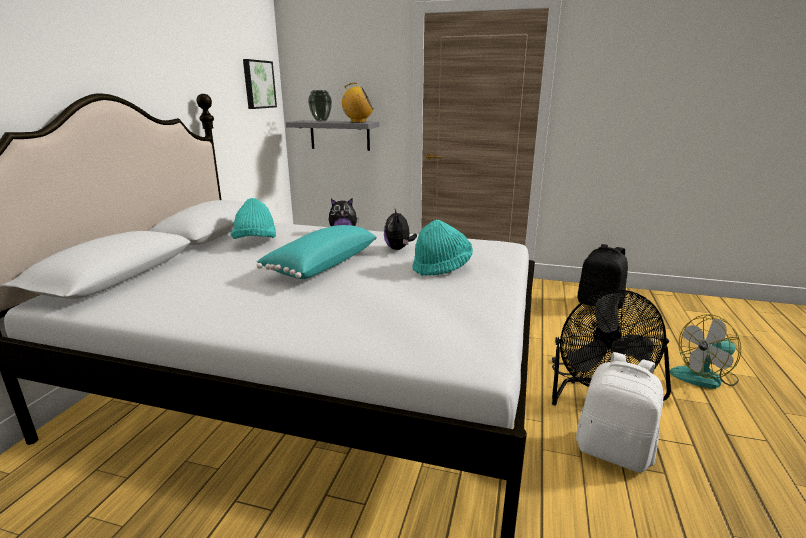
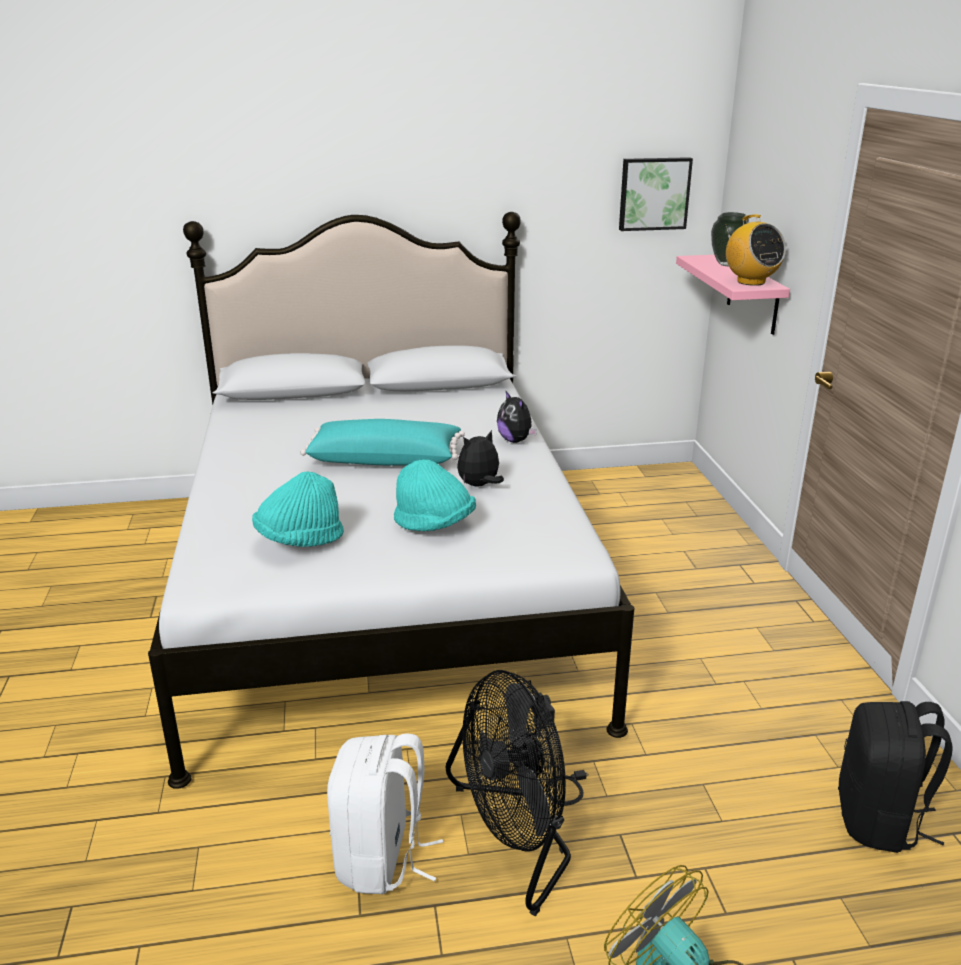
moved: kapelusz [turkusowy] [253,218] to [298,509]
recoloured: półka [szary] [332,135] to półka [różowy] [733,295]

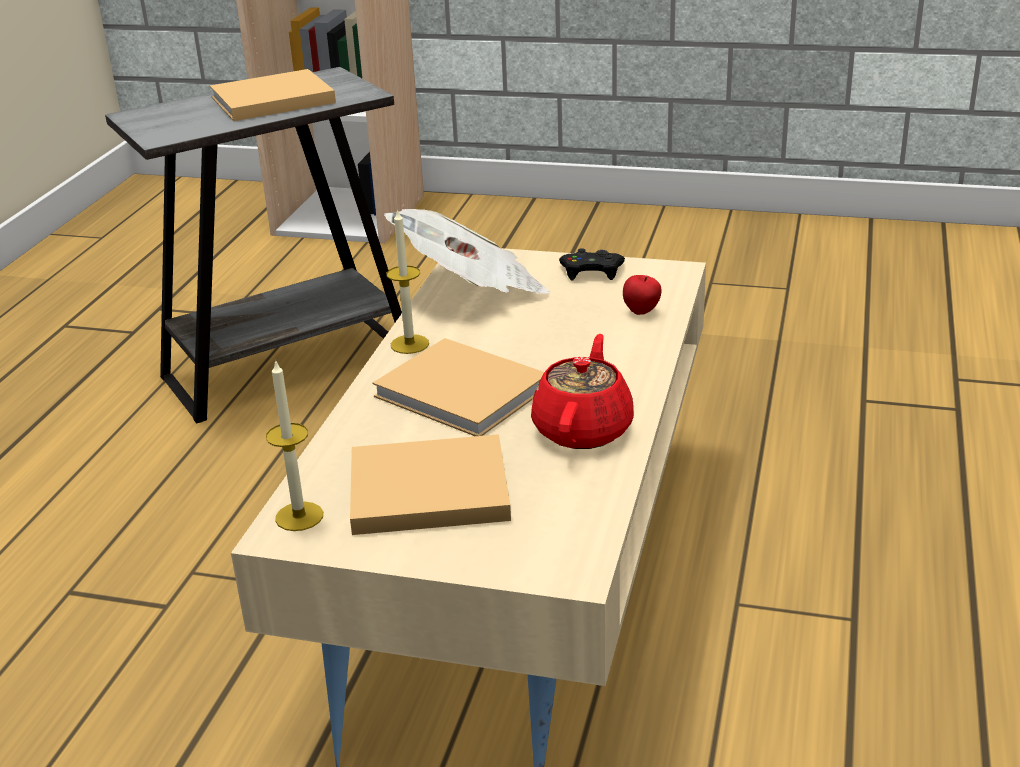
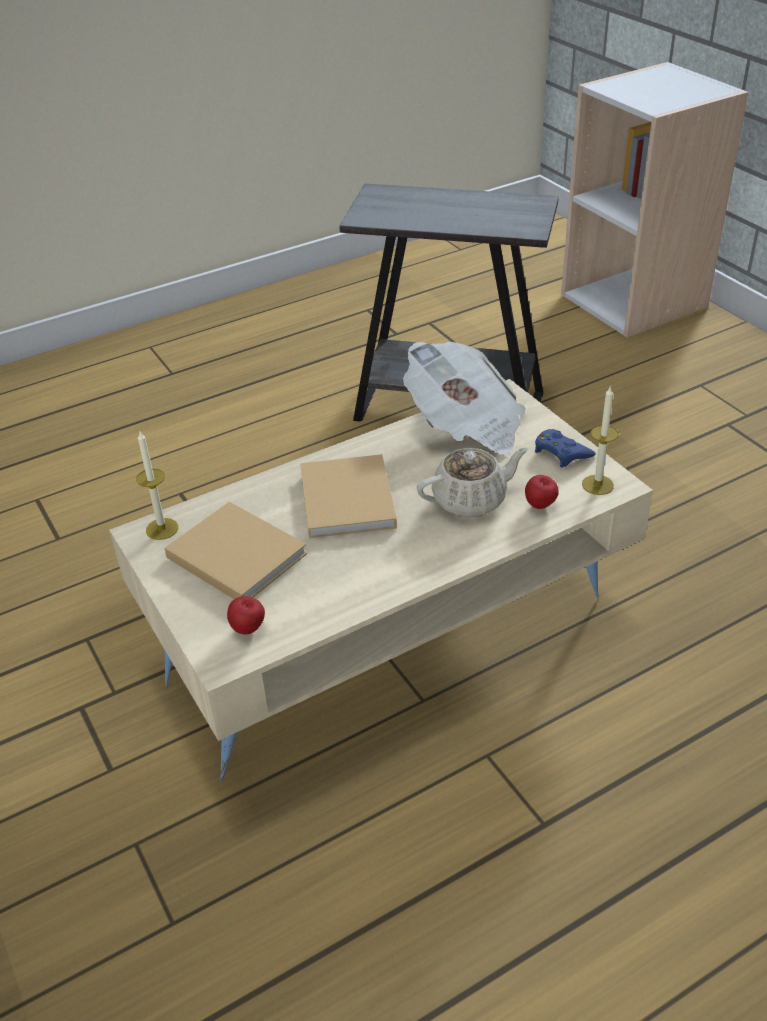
removed: książka [beżowy] [273,95]; imbryk [czerwony] [582,391]
added: imbryk [beżowy] [472,482]; jabłko [246,615]
moved: świeca [407,281] to [600,441]
recoloured: pad do gier [czarny] [592,264] to pad do gier [niebieski] [565,448]

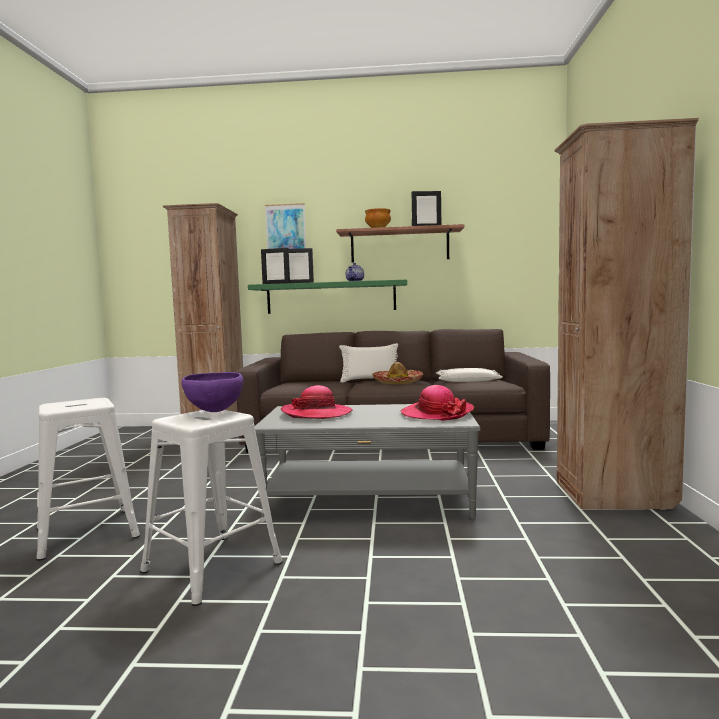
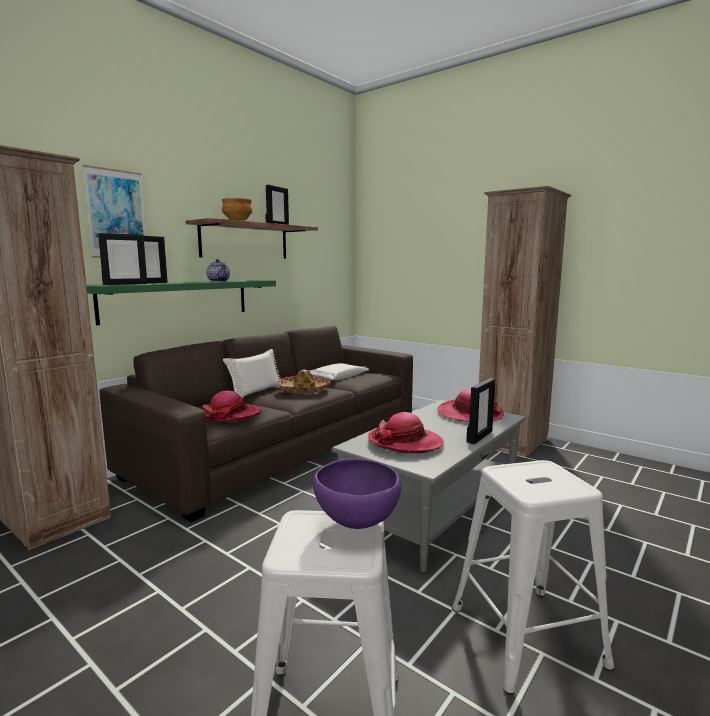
added: ramka na zdjęcie [480,411]; kapelusz [232,406]
moved: miska [fioletowy] [212,392] to [357,493]

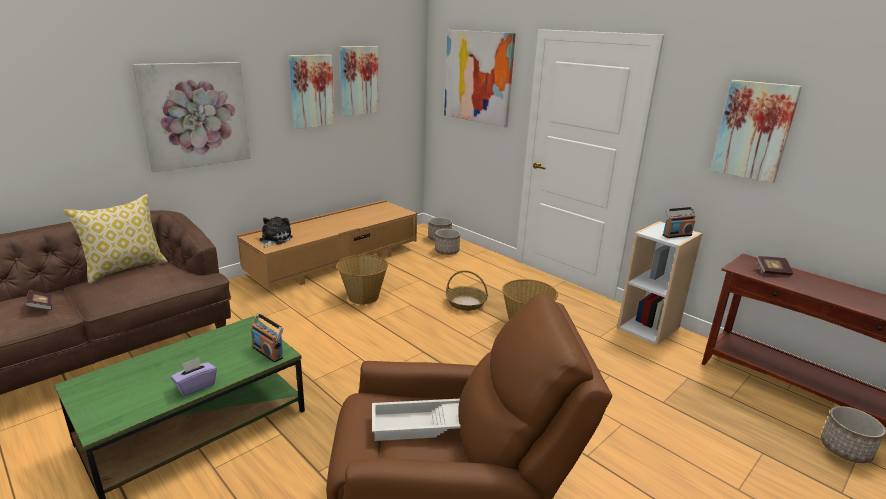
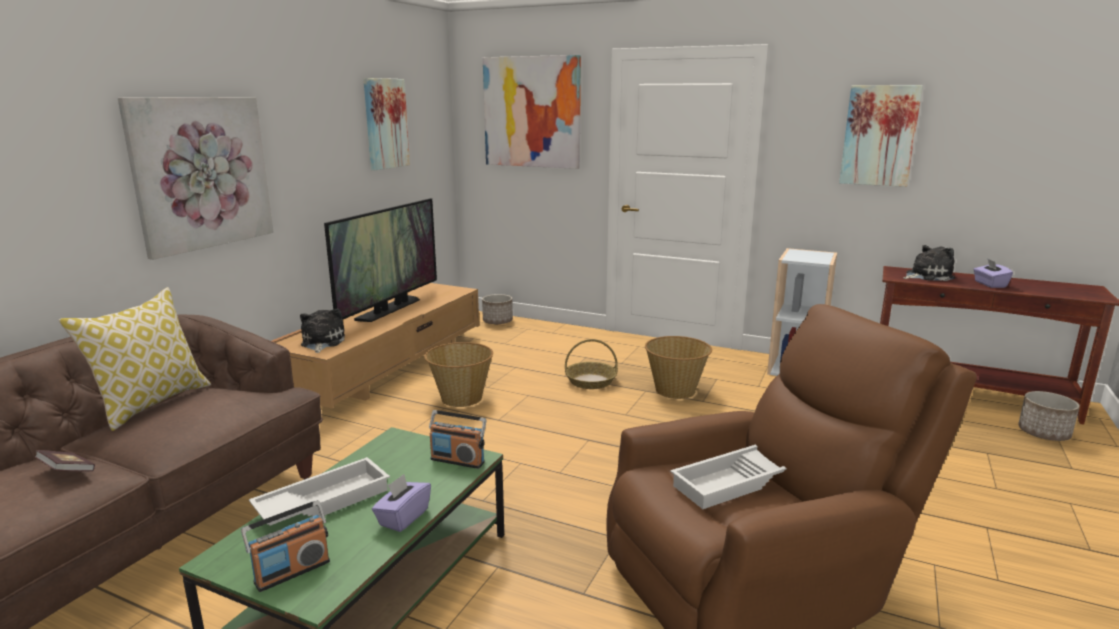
removed: obraz [312,92]; donica [447,242]
added: telewizor [380,260]; pudełko chusteczek [fioletowy] [993,273]; taca [biały] [319,491]
moved: radio [678,222] to [285,546]
replaced: książka [774,266] to pluszak [929,263]

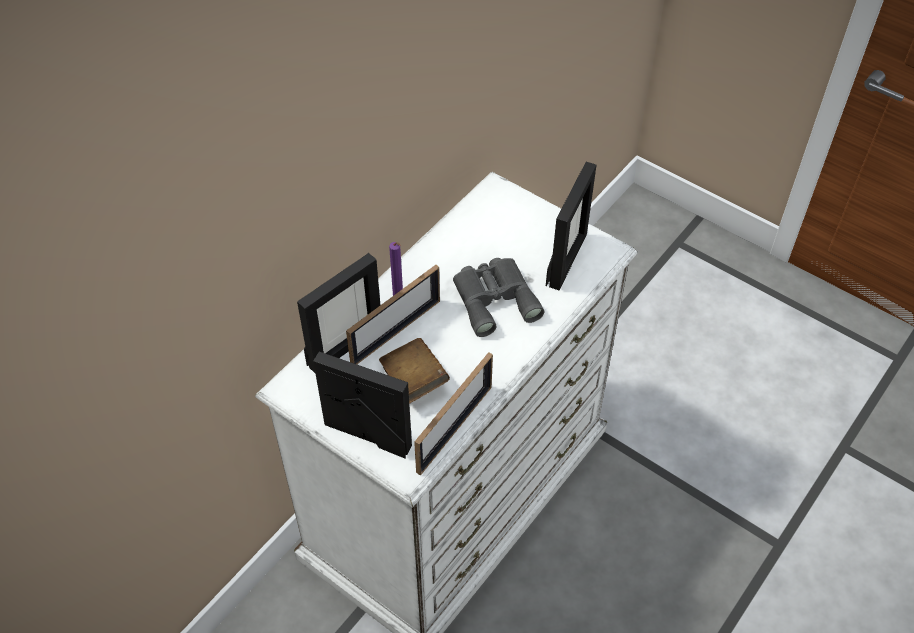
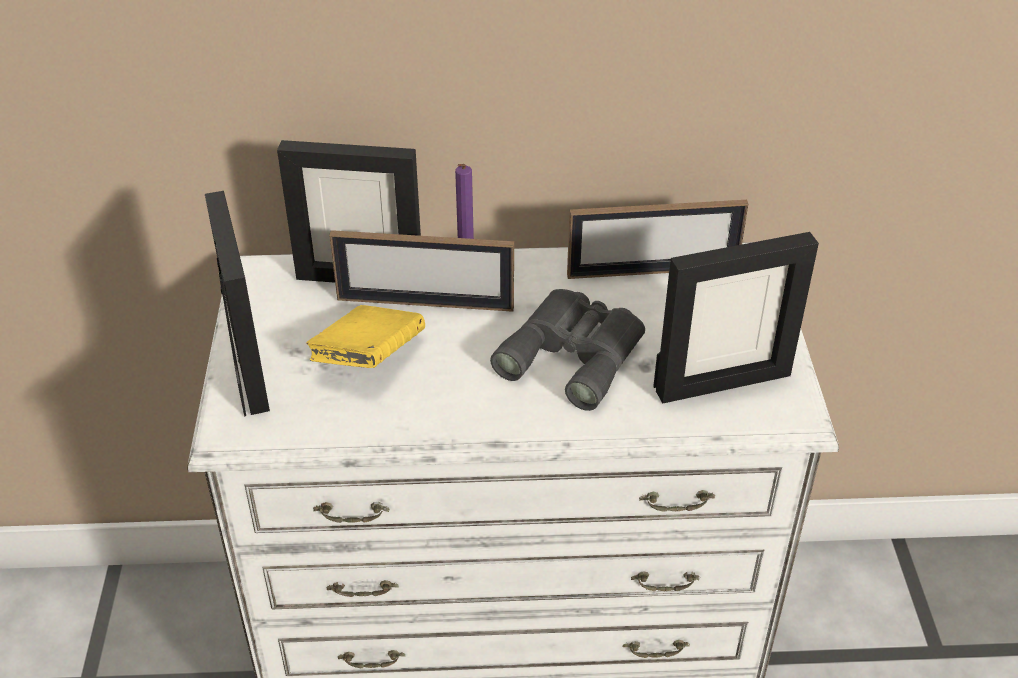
moved: ramka na zdjęcie [453,413] to [657,239]
recoloured: książka [brązowy] [414,371] to książka [żółty] [365,336]

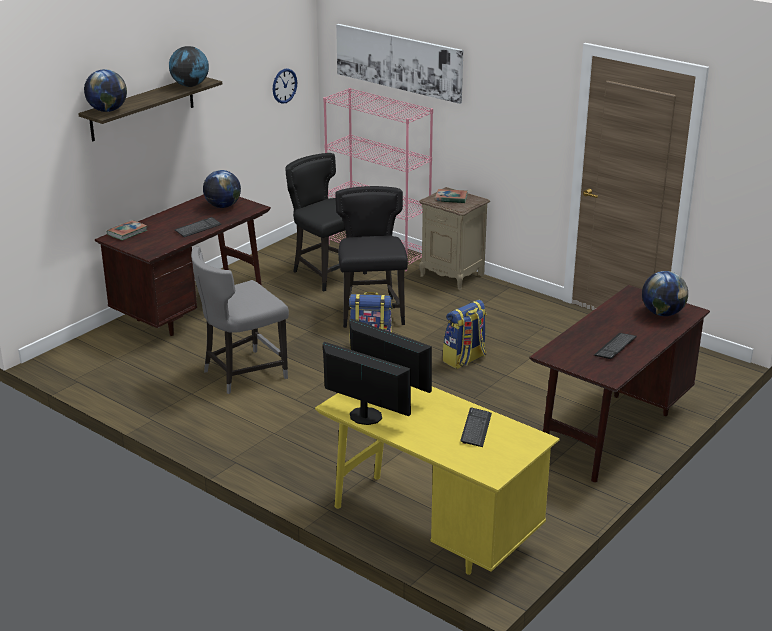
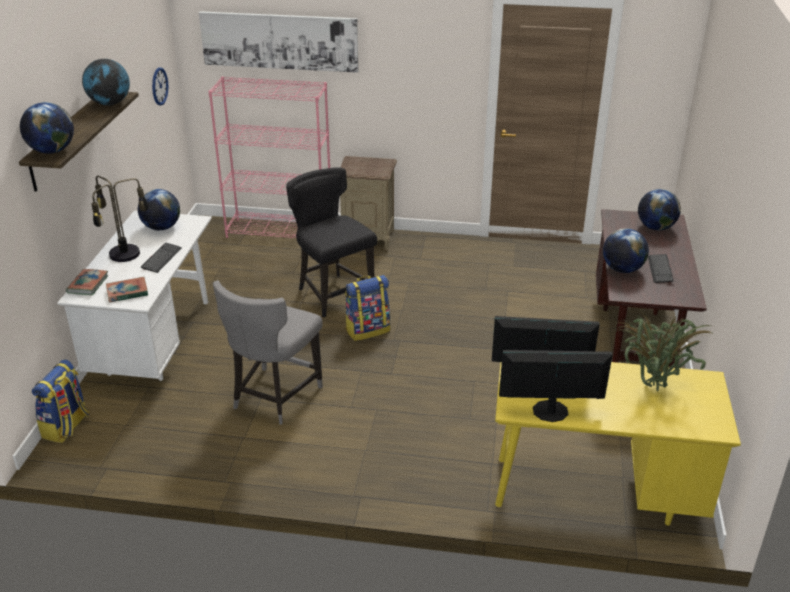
removed: krzesło [czarny] [326,222]
added: lampa stołowa [120,219]; globus [626,250]
moved: książka [451,196] to [127,290]; plecak [465,334] to [60,401]
replaced: klawiatura [476,427] to roślina doniczkowa [664,352]
recoloured: biurko [brązowy] [183,265] to biurko [biały] [134,296]

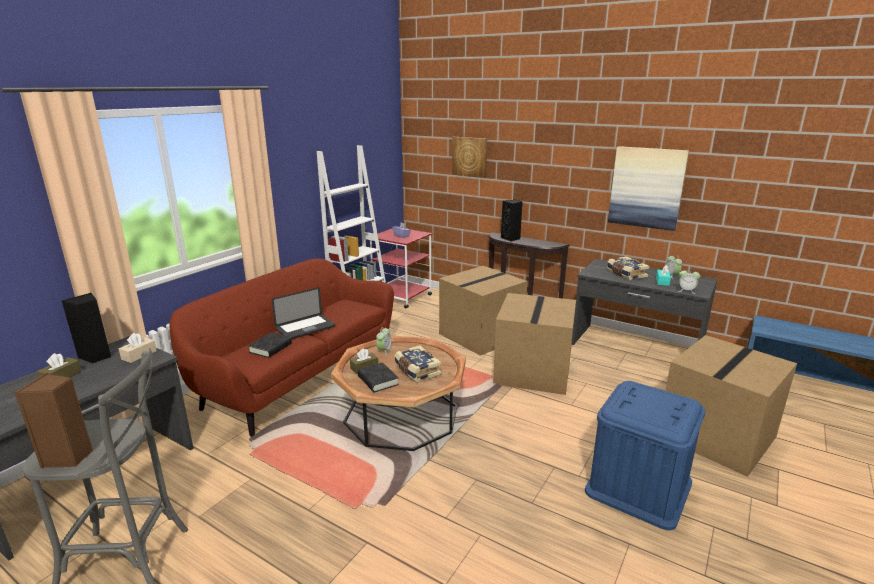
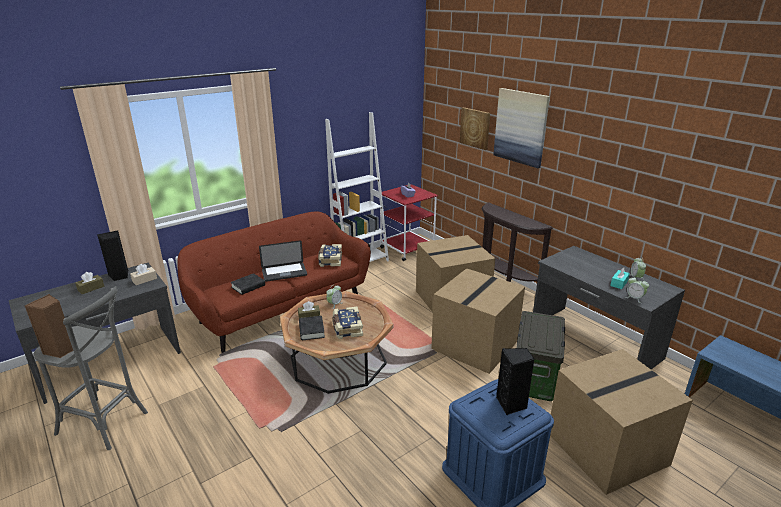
added: pojemnik do przechowywania [540,356]
moved: obraz [648,188] to [521,128]; głośnik [czarny] [512,221] to [515,381]; książka [628,268] to [330,255]

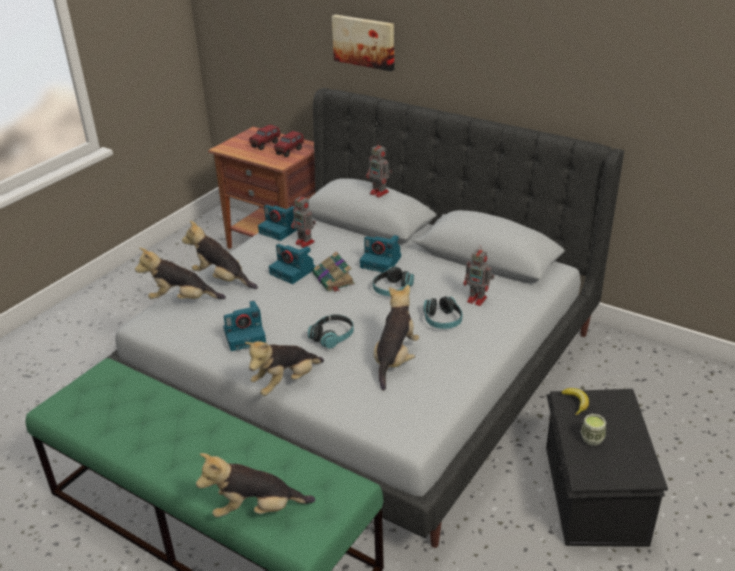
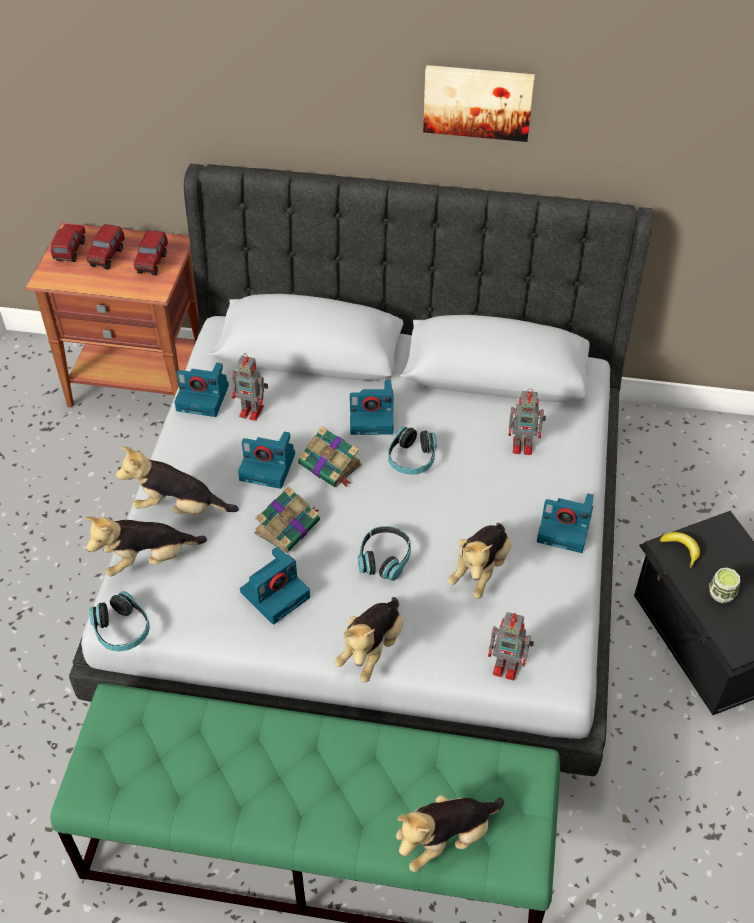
added: ciężarówka zabawkowa [68,243]; książka [287,519]; aparat fotograficzny [565,523]
moved: obraz [363,43] to [479,103]; robot zabawkowy [378,169] to [511,646]; słuchawki [442,313] to [119,621]
turned: pluszak [396,337] = [479,561] 150 degrees counterclockwise

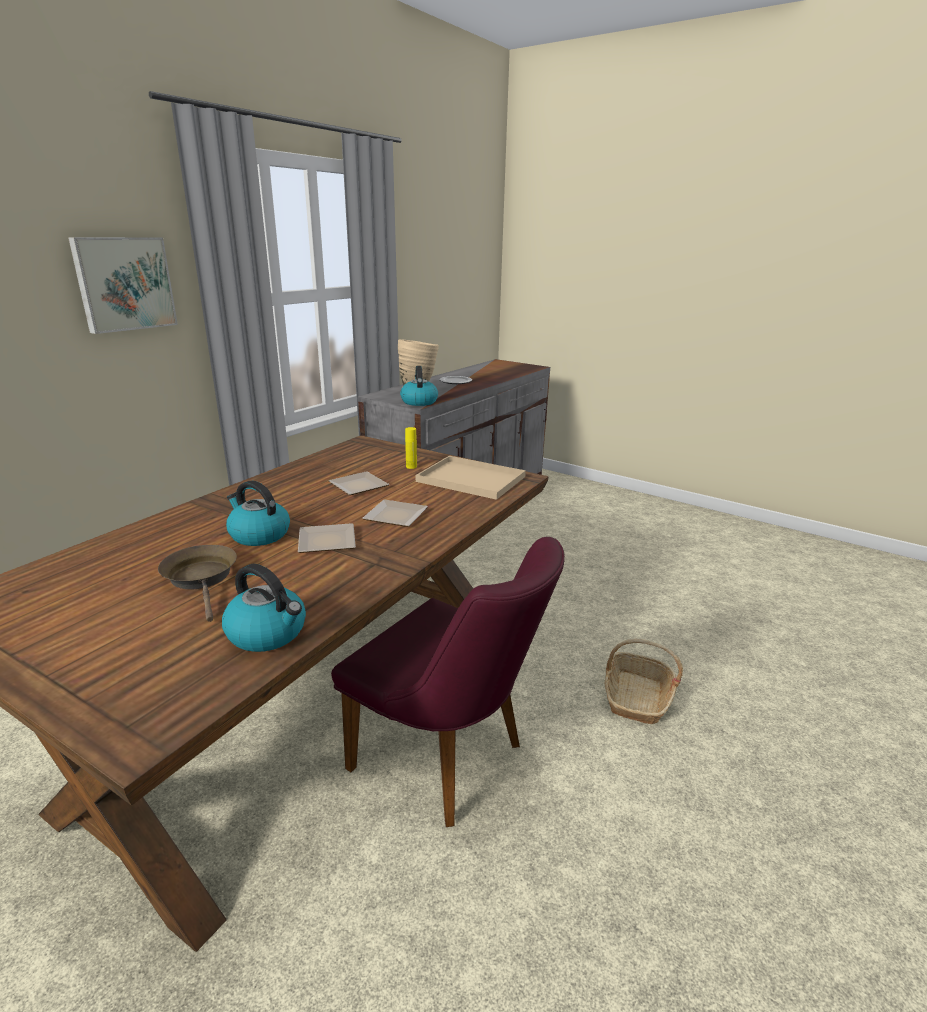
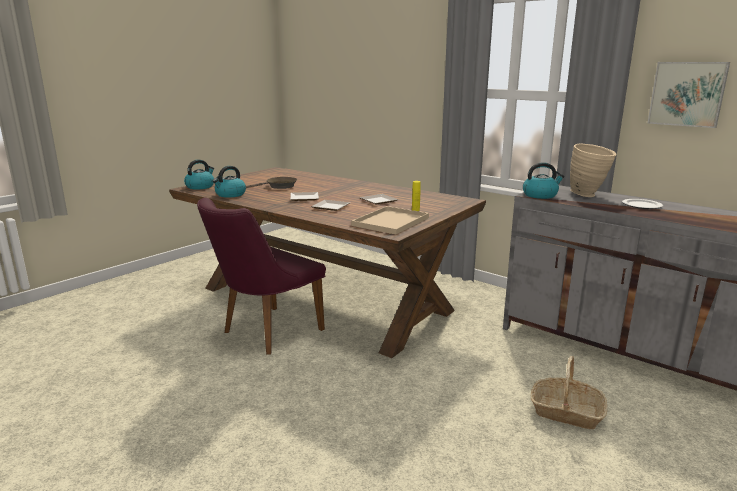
moved: obraz [123,285] to [688,95]; czajnik [258,513] to [199,174]; koszyk [644,681] to [569,392]

